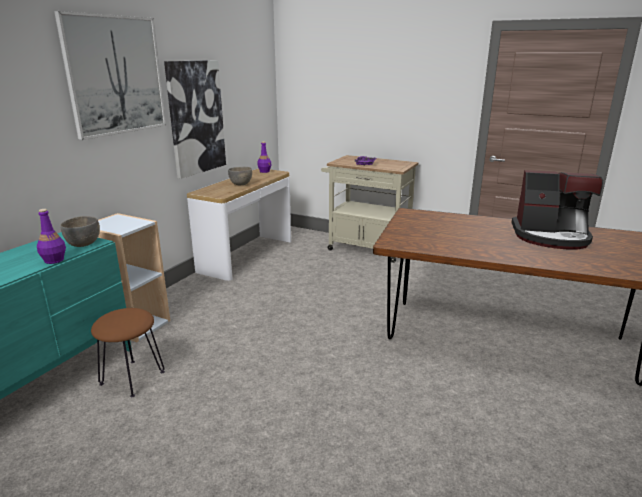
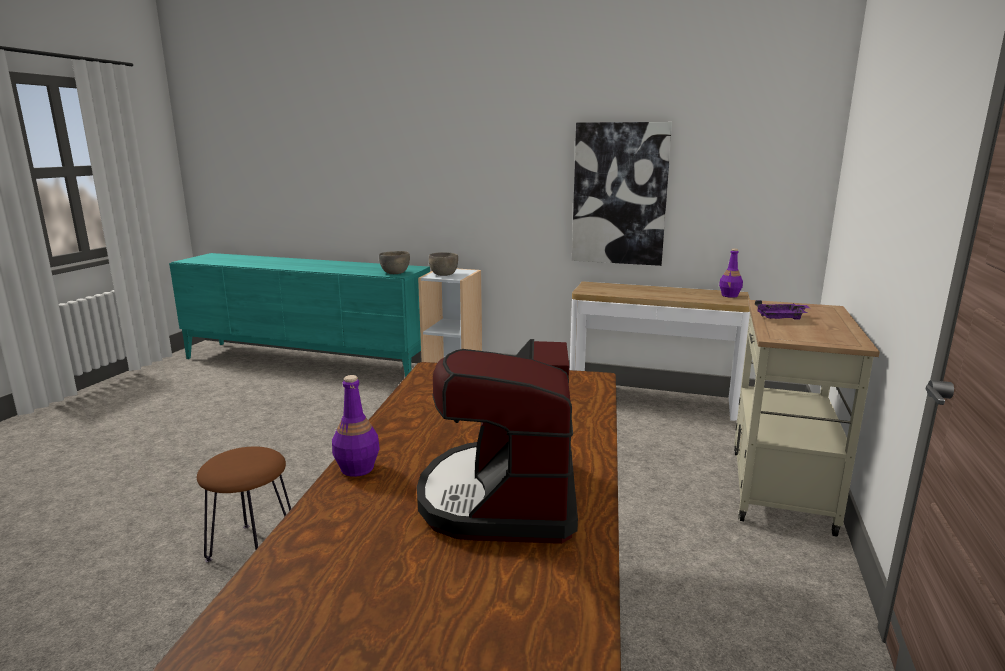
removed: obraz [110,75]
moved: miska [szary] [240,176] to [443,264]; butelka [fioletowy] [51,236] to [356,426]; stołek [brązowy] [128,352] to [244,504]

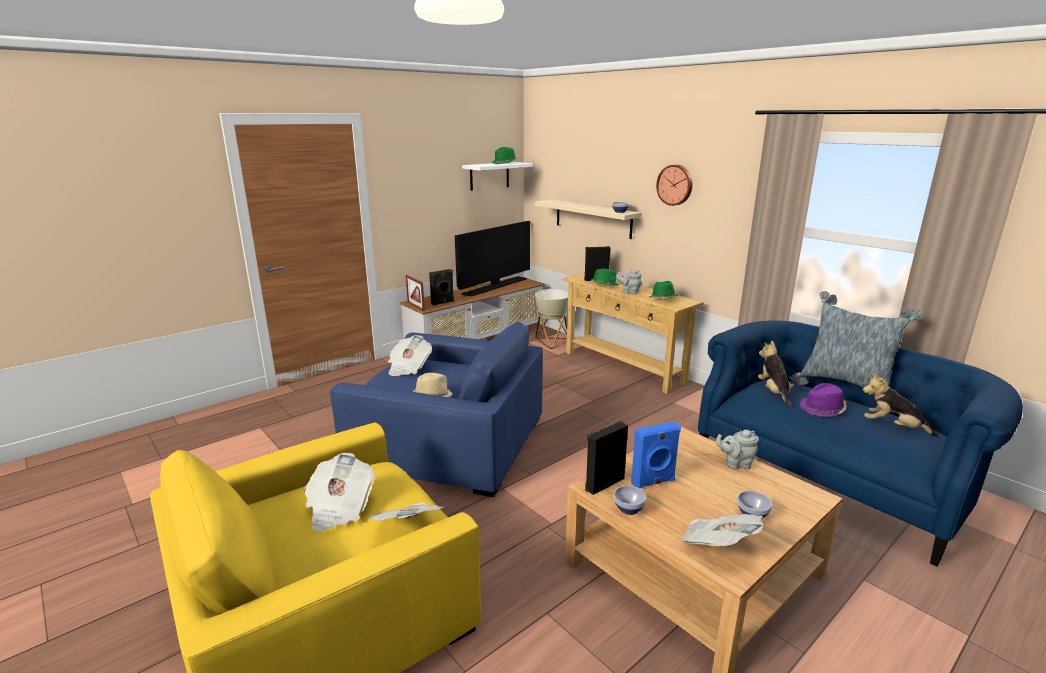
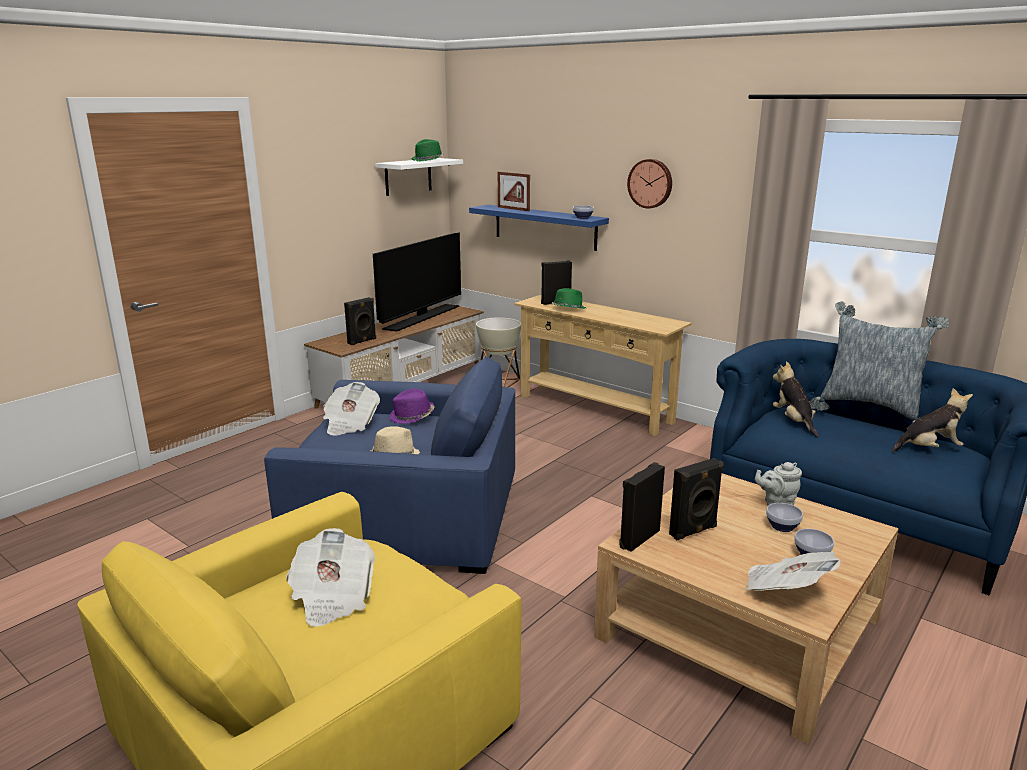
removed: imbryk [szary] [629,282]; kapelusz [zielony] [663,289]; gazeta [406,511]
moved: ramka na zdjęcie [415,293] to [514,191]; kapelusz [fioletowy] [823,400] to [411,406]; miska [630,500] to [784,517]
recoloured: półka [beżowy] [588,219] to półka [niebieski] [539,228]; głośnik [niebieski] [656,455] to głośnik [czarny] [696,499]
turned: pluszak [900,404] = [932,420] 150 degrees clockwise

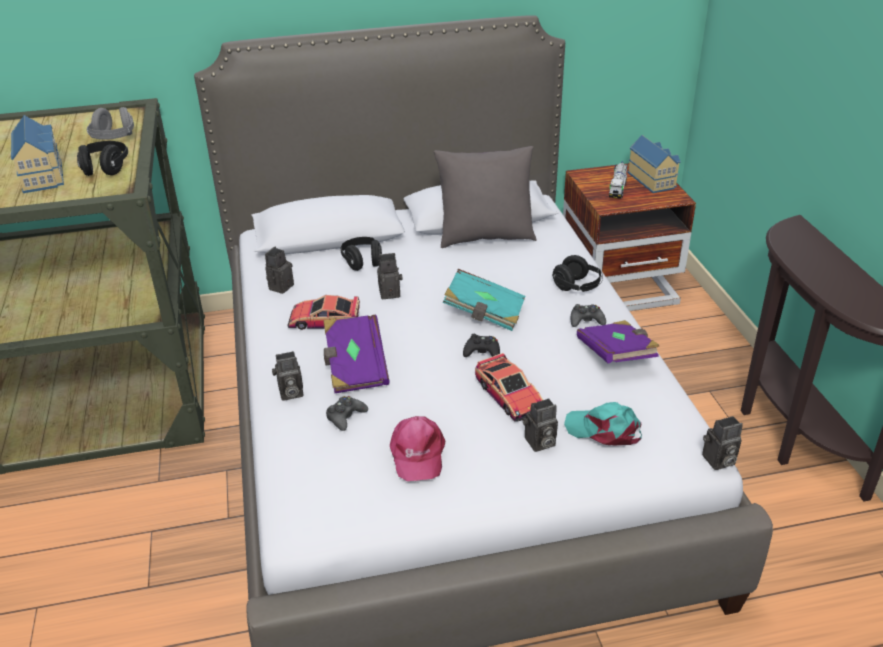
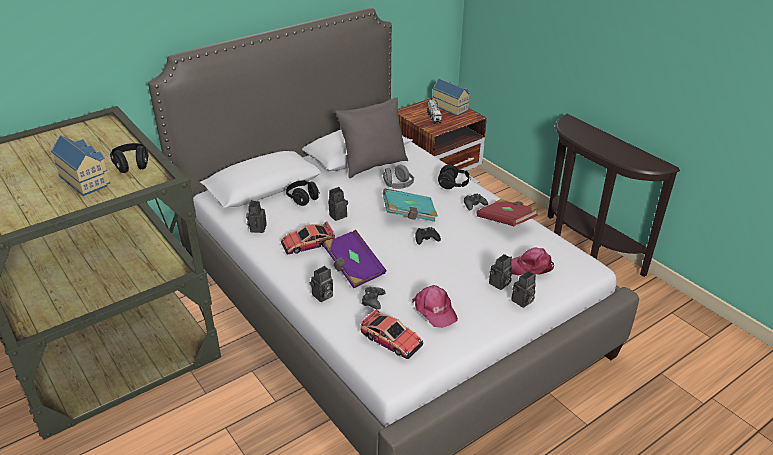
moved: słuchawki [szary] [110,123] to [398,177]; samochodzik [509,387] to [391,334]; aparat fotograficzny [722,443] to [523,289]
recoloured: książka [fioletowy] [618,341] to książka [czerwony] [507,212]; czapka z daszkiem [turkusowy] [603,423] to czapka z daszkiem [różowy] [532,261]

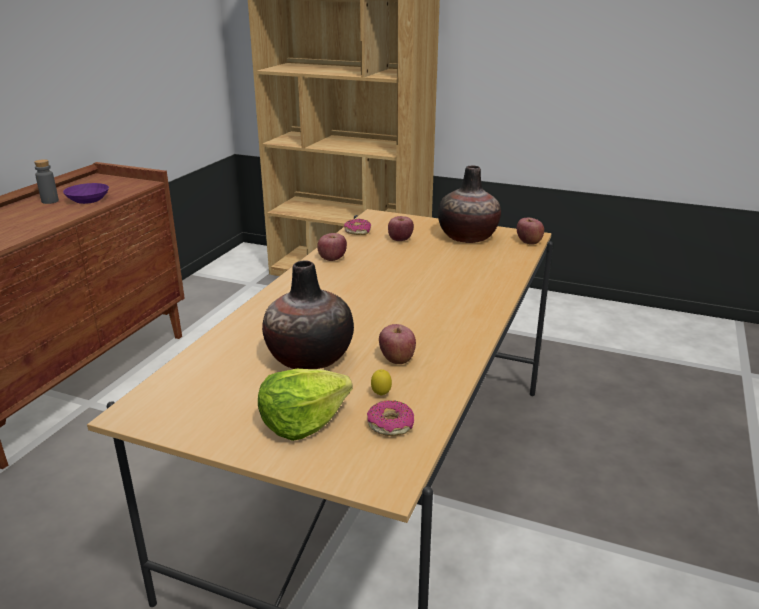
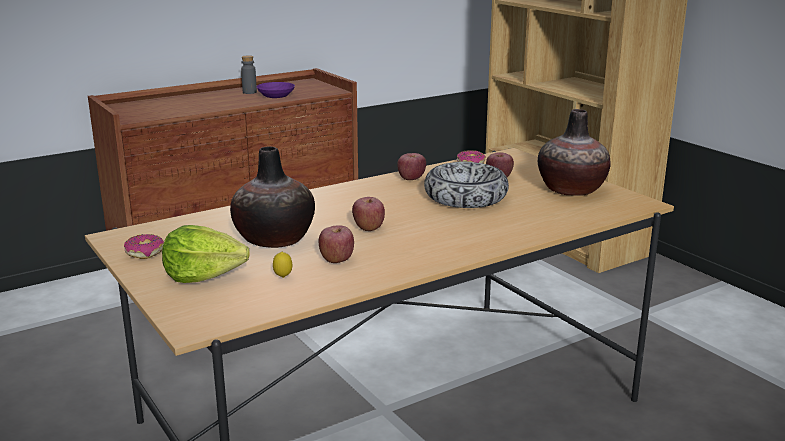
added: miska [466,185]
moved: jabłko [530,231] to [368,214]; donut [390,418] to [144,246]

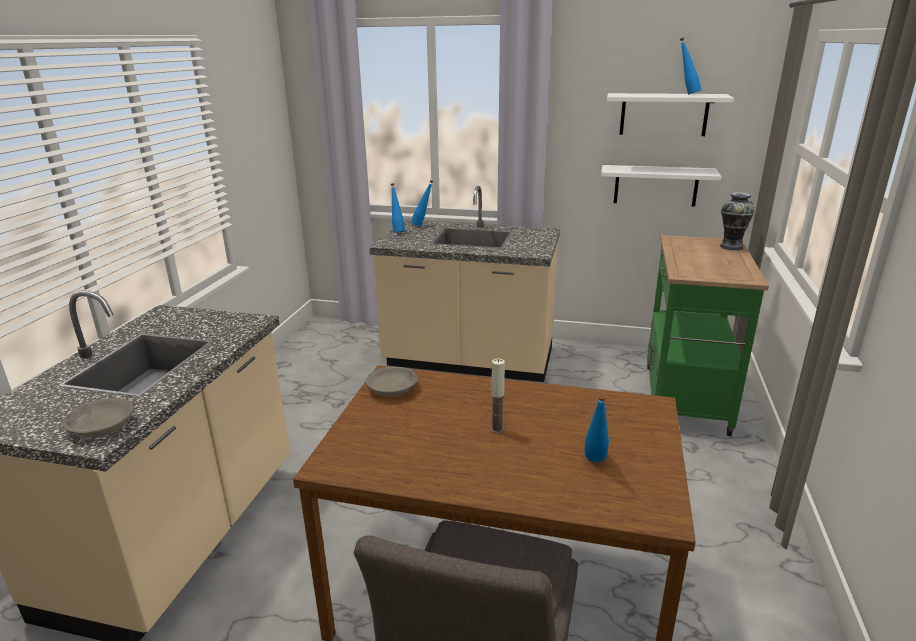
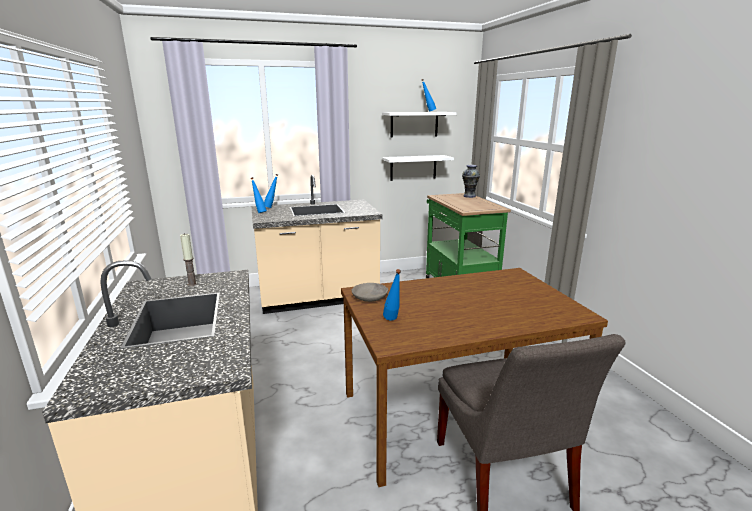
removed: miska [szary] [98,418]
moved: świeca [498,396] to [188,259]; butelka [niebieski] [596,427] to [392,294]

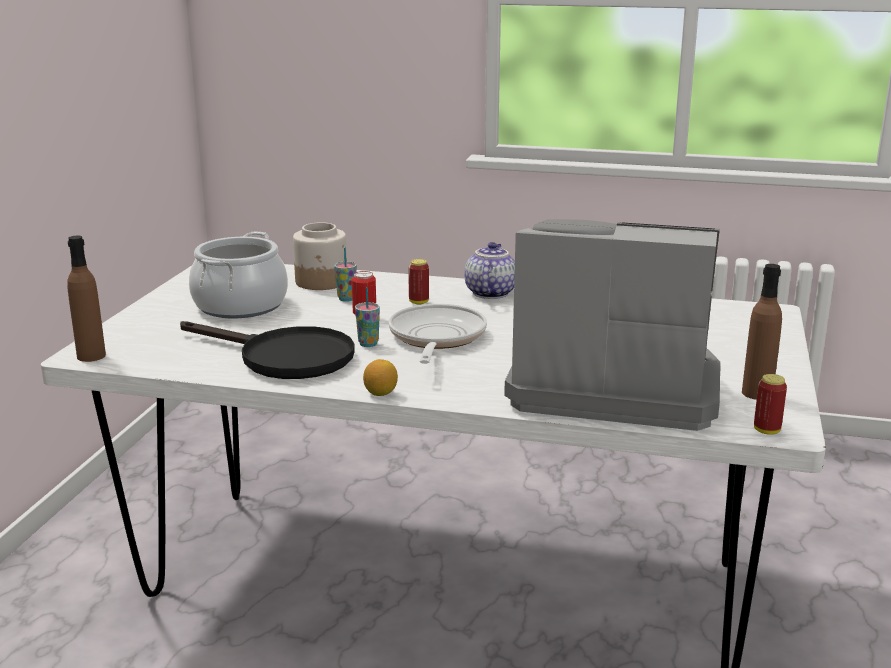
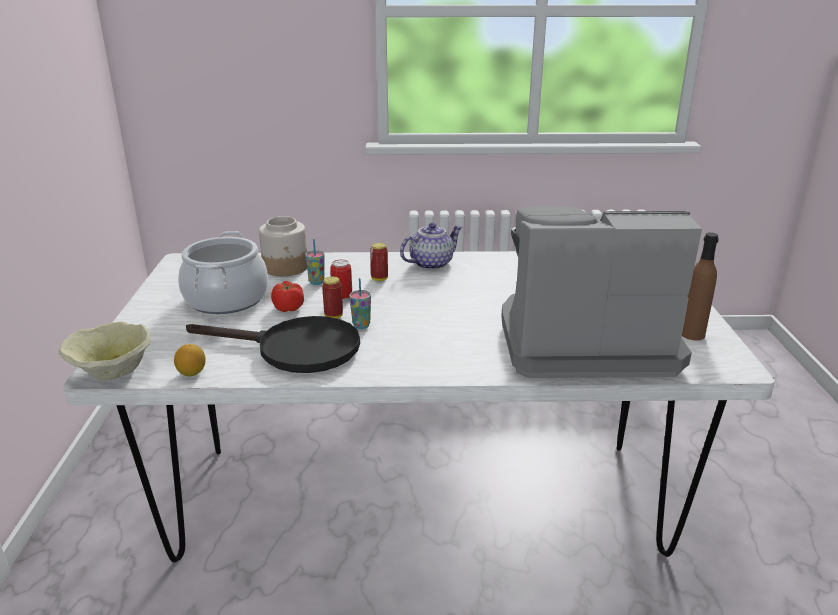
removed: patelnia [438,334]
added: pomidor [287,296]
moved: cytryna [380,377] to [190,360]; puszka [770,404] to [332,297]
replaced: butelka [brązowy] [86,299] to miska [beżowy] [105,351]
turned: imbryk [489,270] = [431,246] 60 degrees clockwise

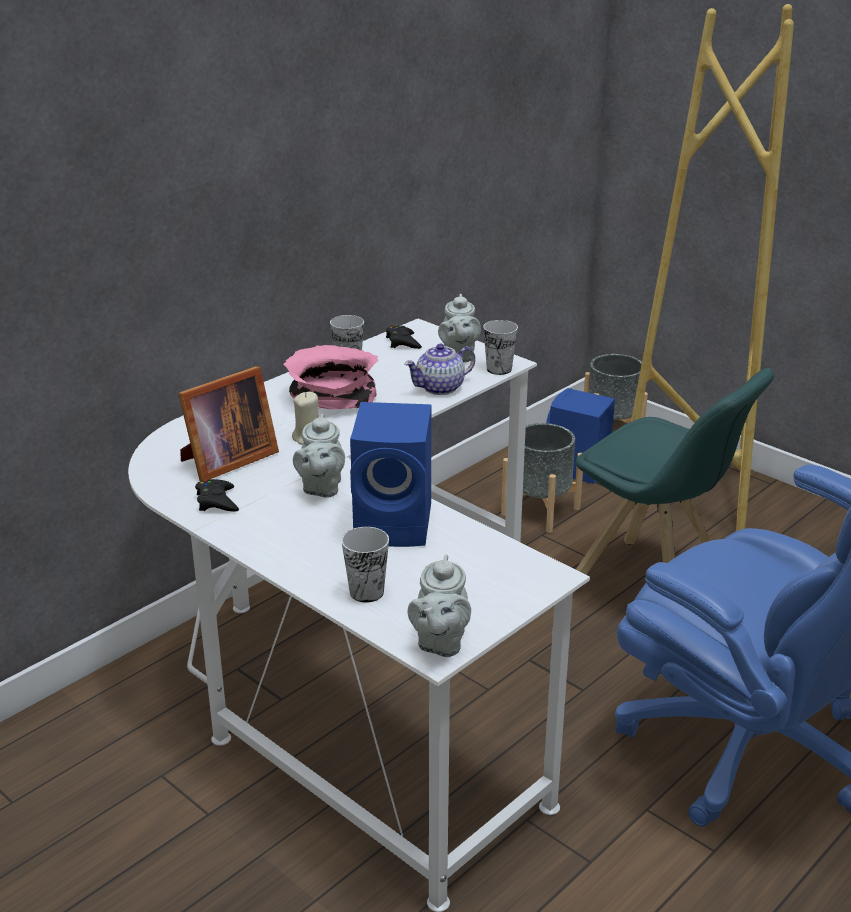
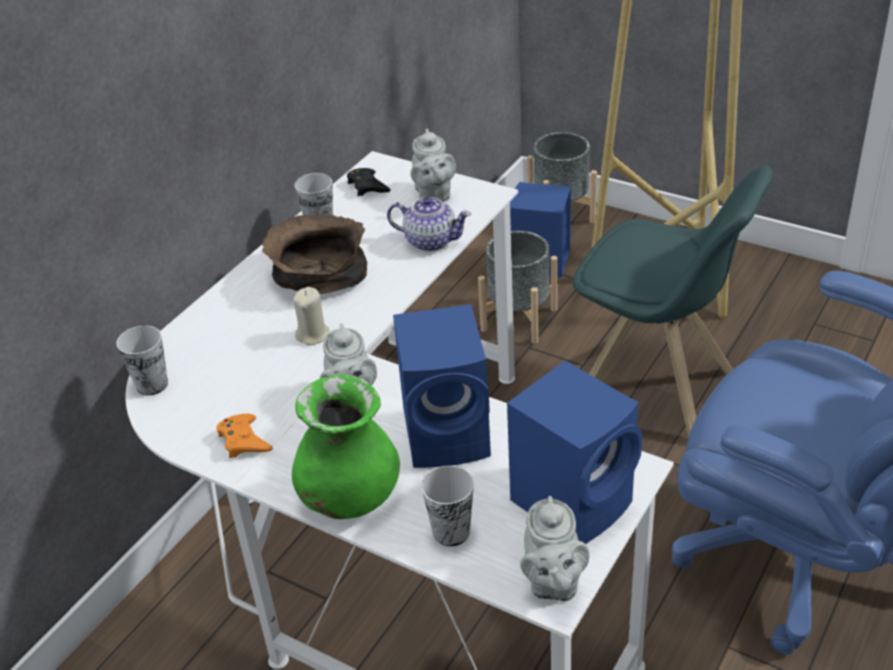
removed: ramka na zdjęcie [228,423]
added: głośnik [niebieski] [575,452]; wazon [zielony] [346,446]
moved: filiżanka [500,347] to [142,360]
recoloured: miska [różowy] [330,377] to miska [brązowy] [314,254]; pad do gier [czarny] [217,495] to pad do gier [pomarańczowy] [245,436]
turned: imbryk [439,369] = [429,224] 120 degrees counterclockwise

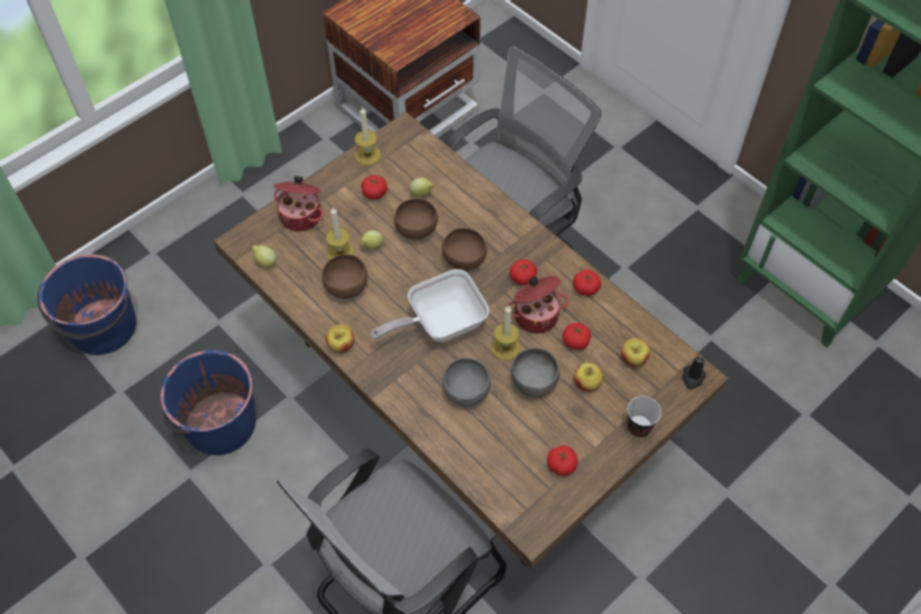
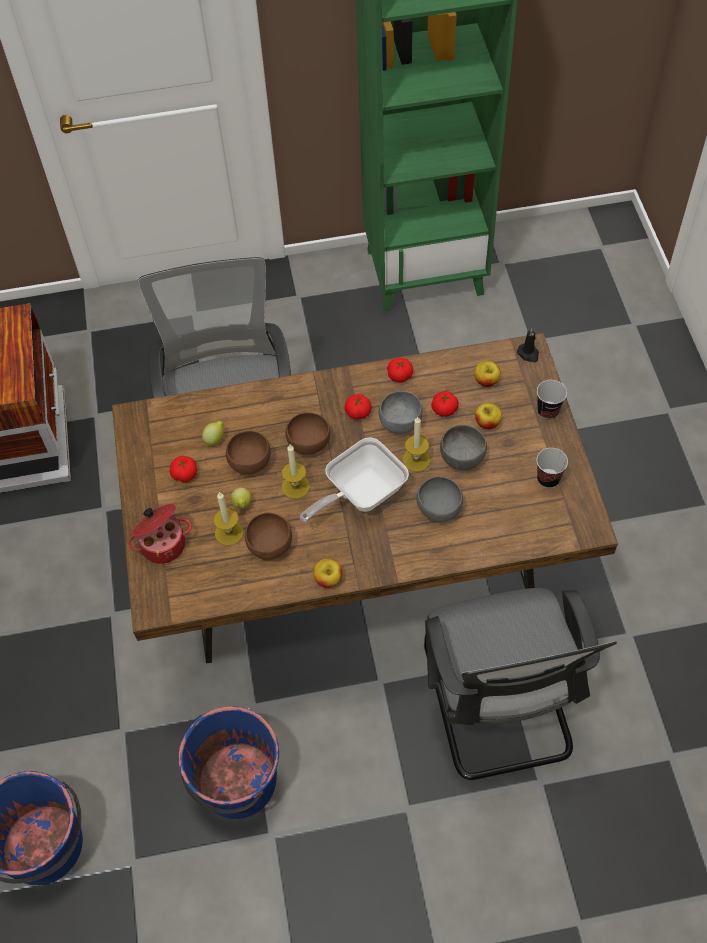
removed: cytryna [264,256]
moved: świeca [368,135] to [296,472]
replaced: garnek [537,304] to miska [szary] [401,412]; pomidor [562,460] to filiżanka [552,468]
turned: patelnia [429,305] = [354,480] 45 degrees clockwise

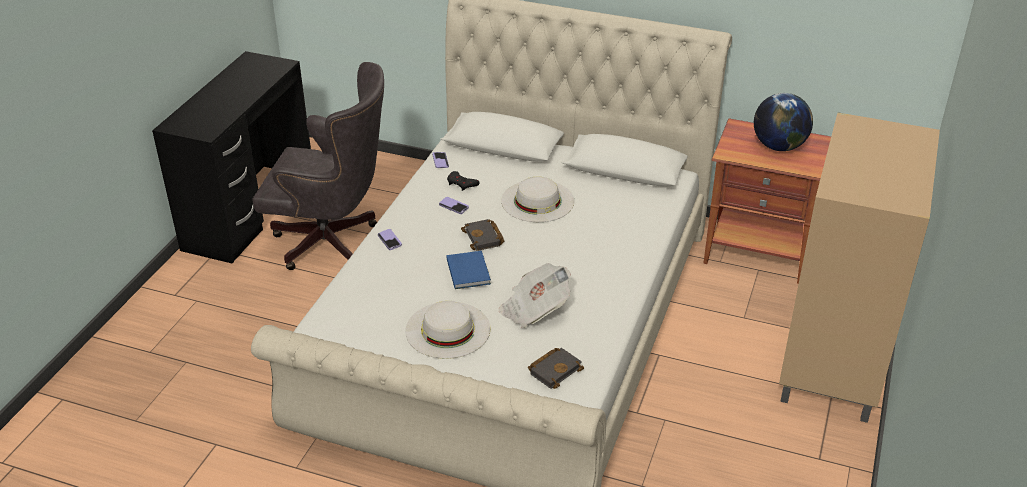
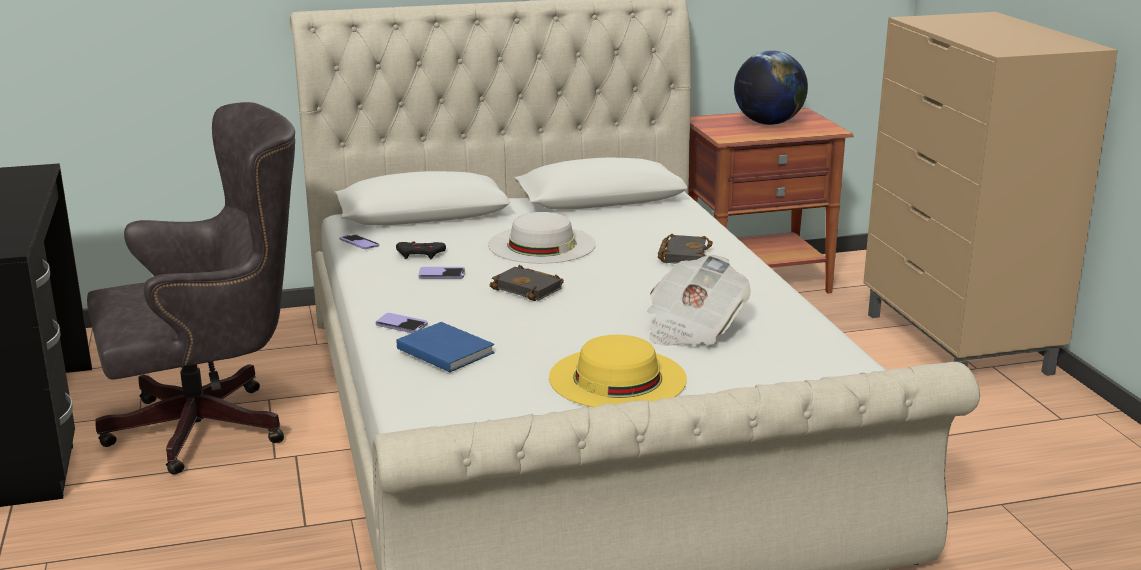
moved: książka [niebieski] [469,270] to [446,347]; książka [czarny] [556,368] to [685,249]
recoloured: kapelusz [biały] [447,330] to kapelusz [żółty] [618,371]

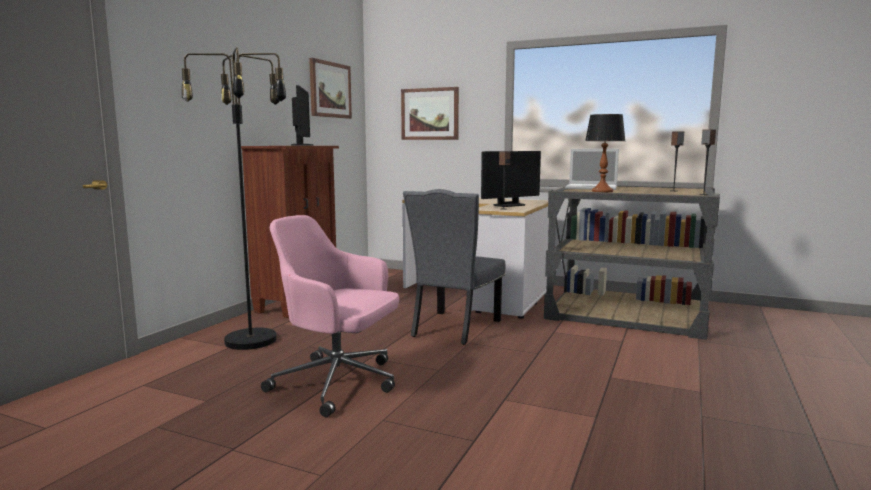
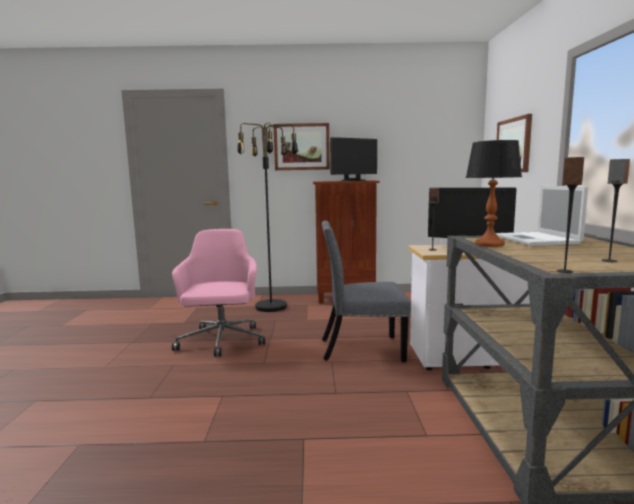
moved: obraz [330,88] to [302,146]

